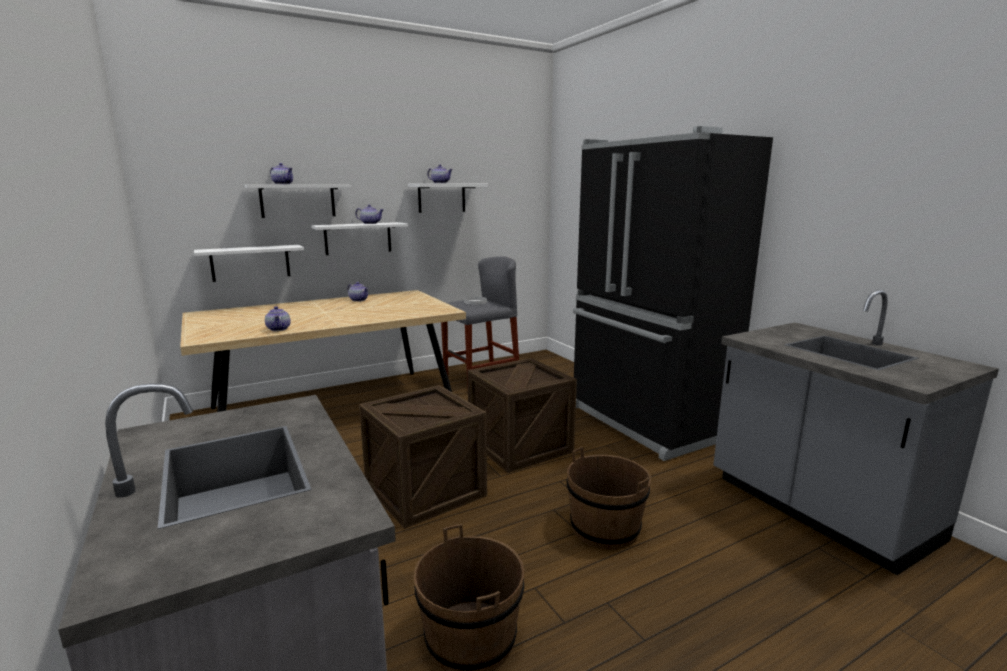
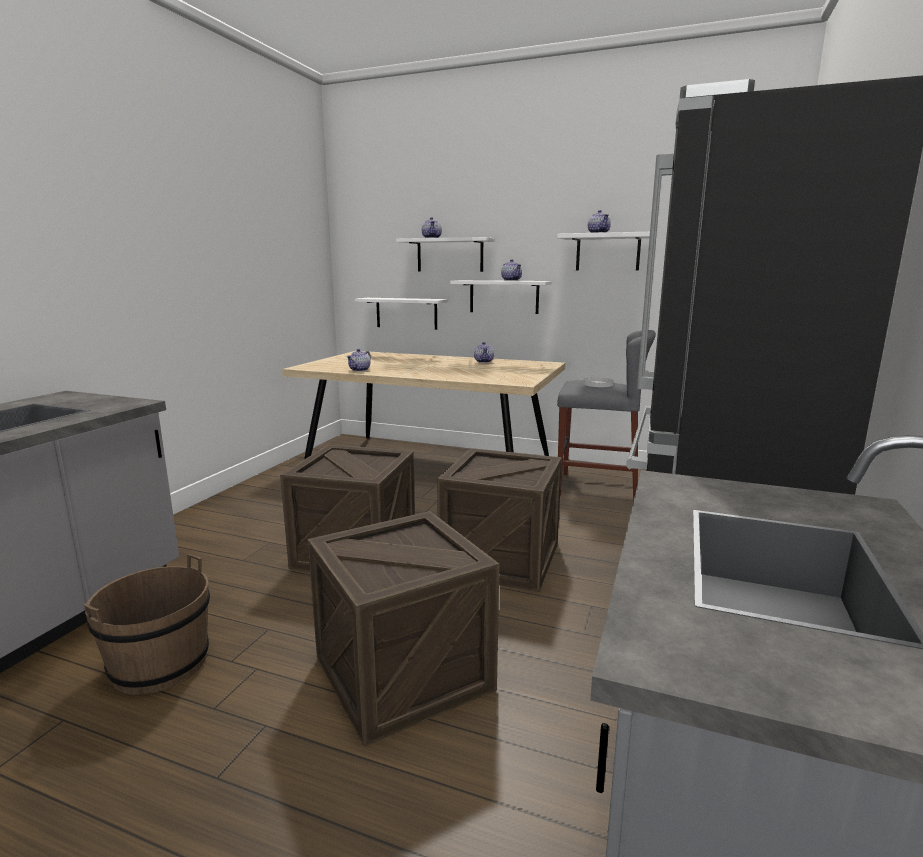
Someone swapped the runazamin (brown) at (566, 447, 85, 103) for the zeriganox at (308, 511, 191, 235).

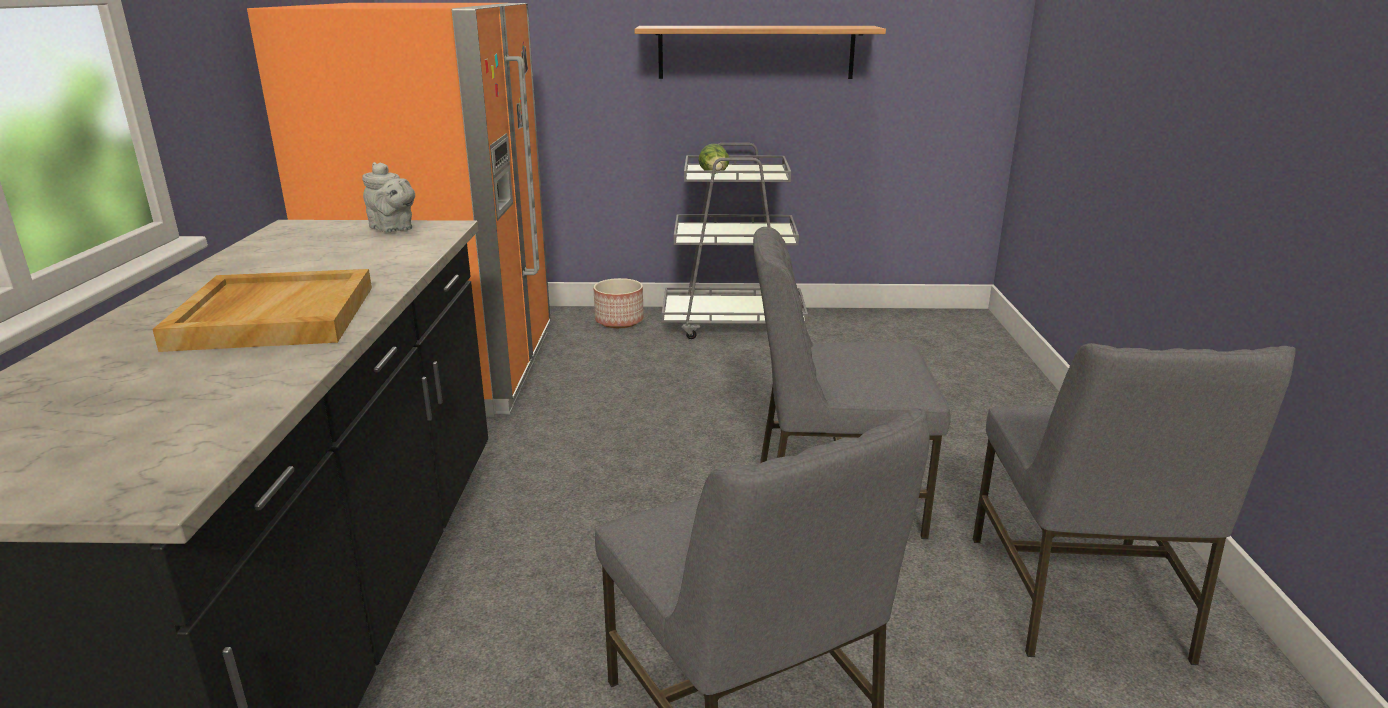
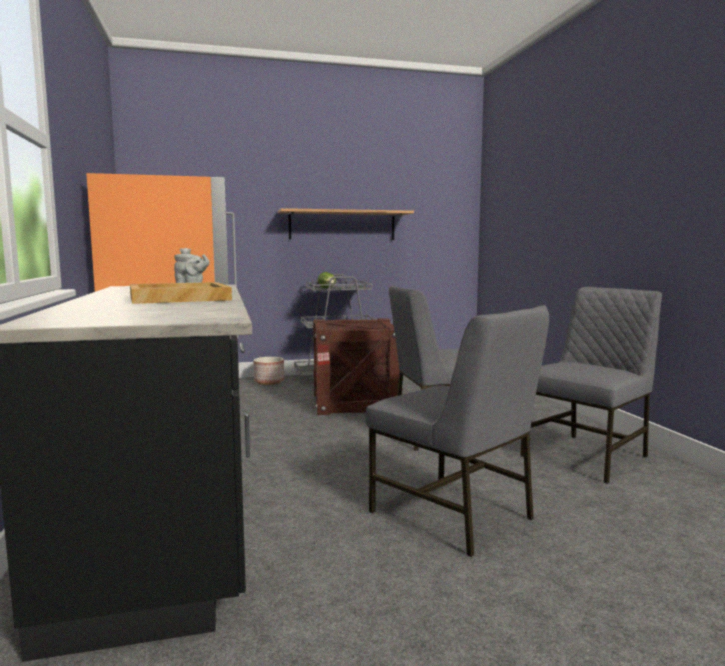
Someone put down the zeriganox at (312, 318, 90, 97).
Someone rotated the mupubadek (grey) at (973, 343, 323, 322) by 120 degrees counterclockwise.

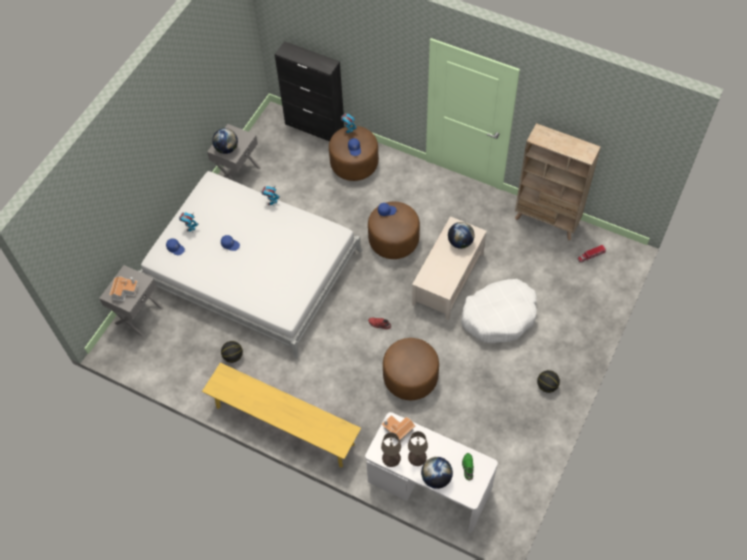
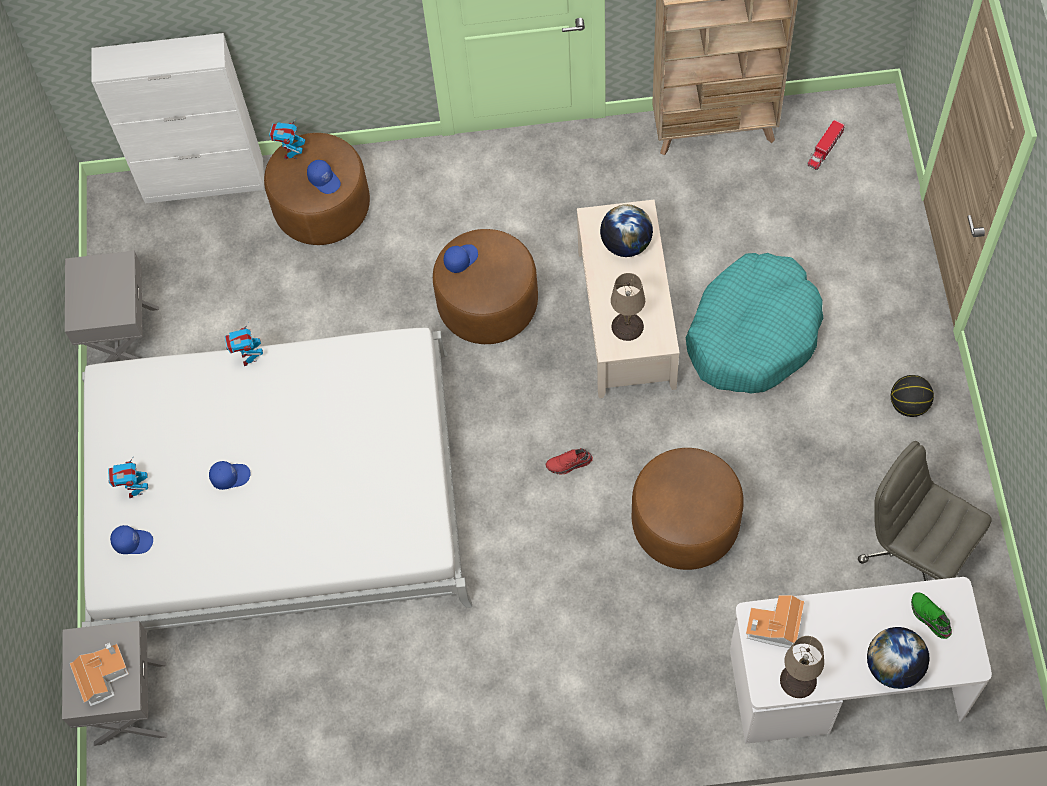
Someone repainted the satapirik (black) at (275, 41, 70, 101), which became the satapirik (white) at (92, 33, 173, 171).
Someone carried the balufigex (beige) from (408, 431, 20, 35) to (611, 273, 34, 68).
Someone repainted the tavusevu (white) at (461, 279, 76, 64), which became the tavusevu (turquoise) at (686, 253, 137, 140).
Someone put down the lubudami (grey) at (858, 441, 134, 140).
Someone took away the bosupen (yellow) at (202, 363, 159, 104).
Someone took away the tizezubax at (212, 128, 26, 26).
Someone took away the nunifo at (221, 341, 22, 22).

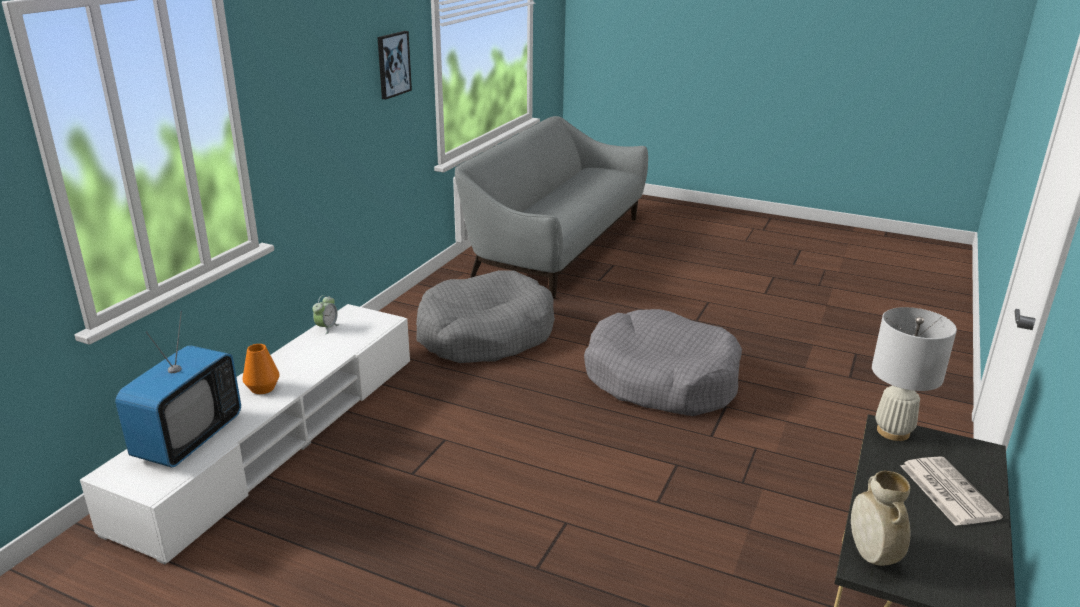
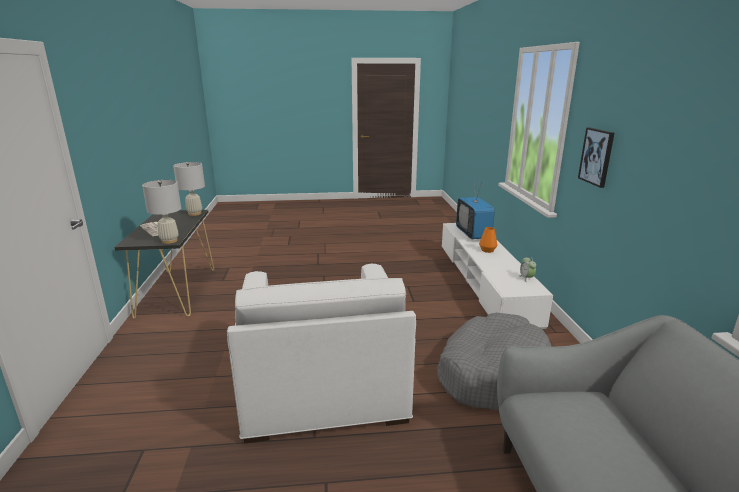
Someone swapped the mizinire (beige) at (851, 471, 59, 95) for the balufigex (white) at (173, 162, 32, 54).
Someone swapped the tavusevu (grey) at (584, 309, 158, 107) for the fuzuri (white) at (227, 264, 189, 180).
Someone carried the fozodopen from (377, 31, 35, 69) to (578, 128, 36, 60).

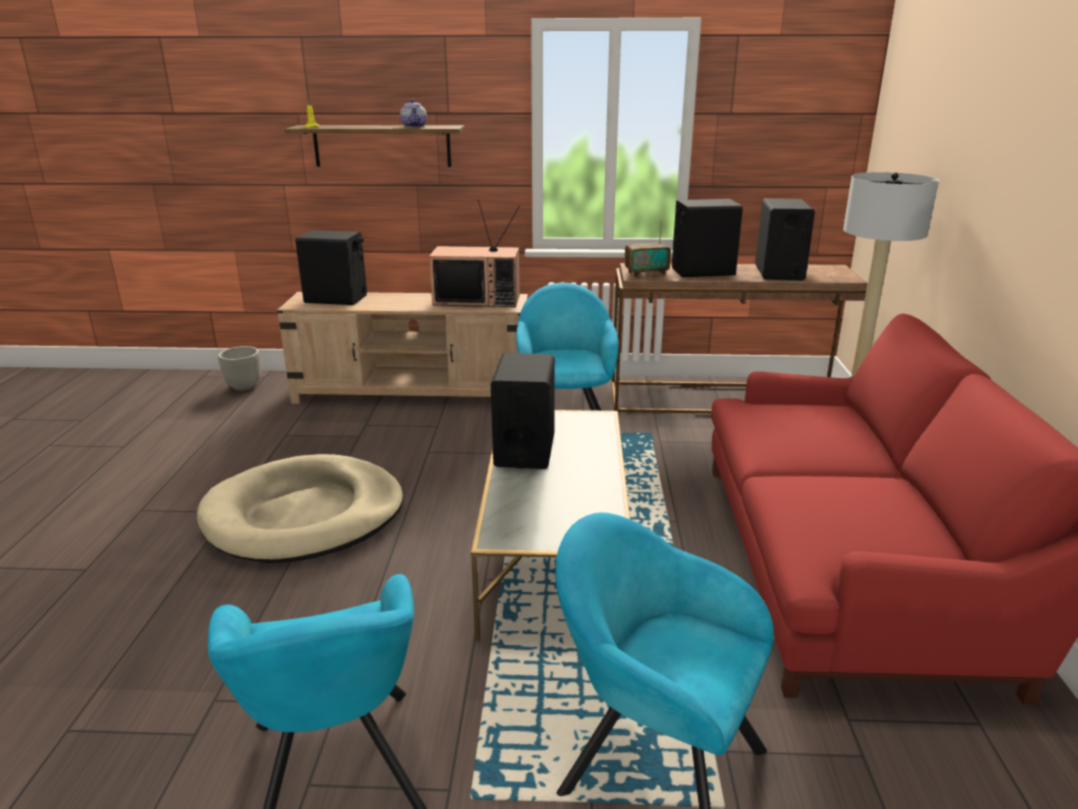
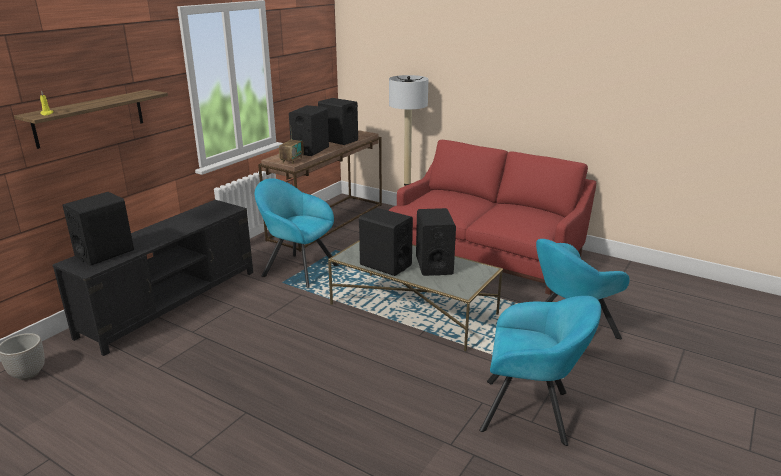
Someone repainted the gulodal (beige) at (277, 292, 251, 112), which became the gulodal (black) at (53, 200, 200, 156).
Someone put down the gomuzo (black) at (416, 208, 40, 68).
Someone took away the tavusevu (beige) at (197, 454, 206, 109).
Someone took away the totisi at (400, 99, 27, 28).
Someone took away the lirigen at (429, 200, 91, 107).

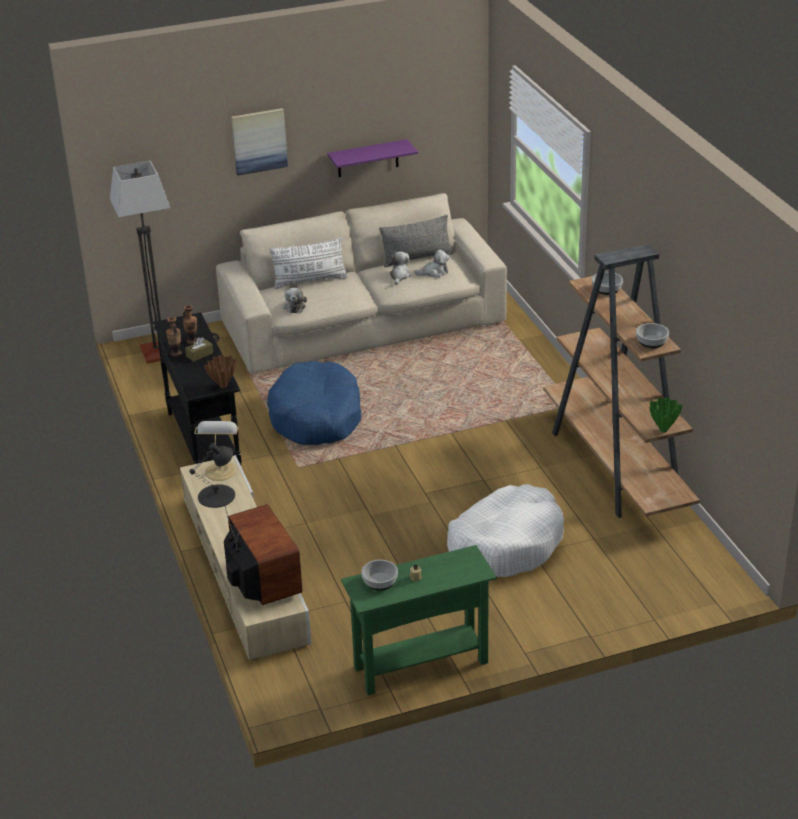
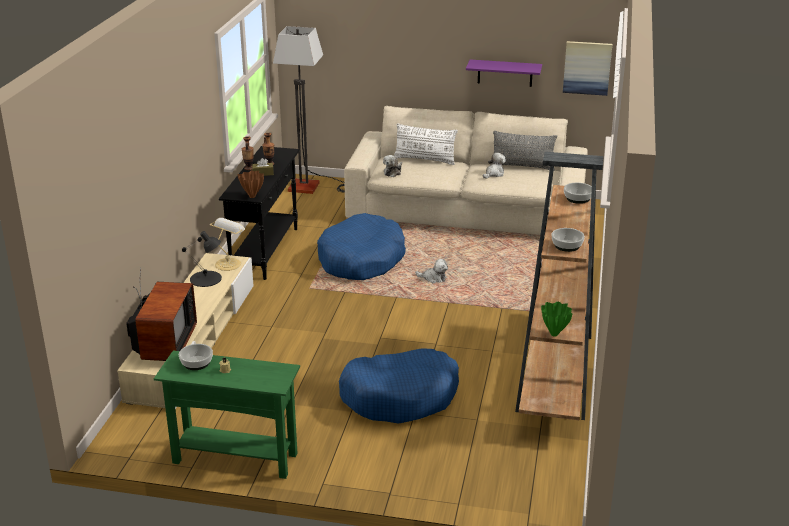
Someone repainted the tavusevu (white) at (447, 484, 117, 93), which became the tavusevu (blue) at (339, 348, 120, 76).
Someone carried the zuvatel from (415, 250, 35, 28) to (415, 259, 33, 24).
Someone carried the fozodopen from (231, 108, 57, 67) to (563, 41, 49, 55).

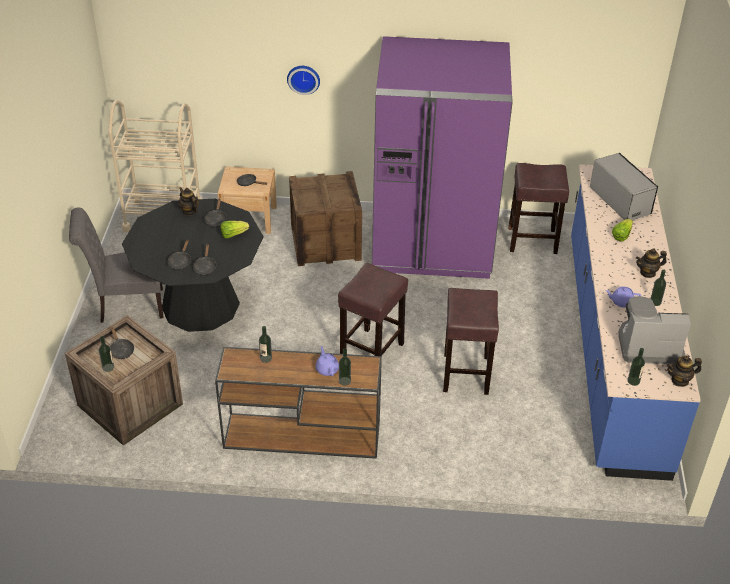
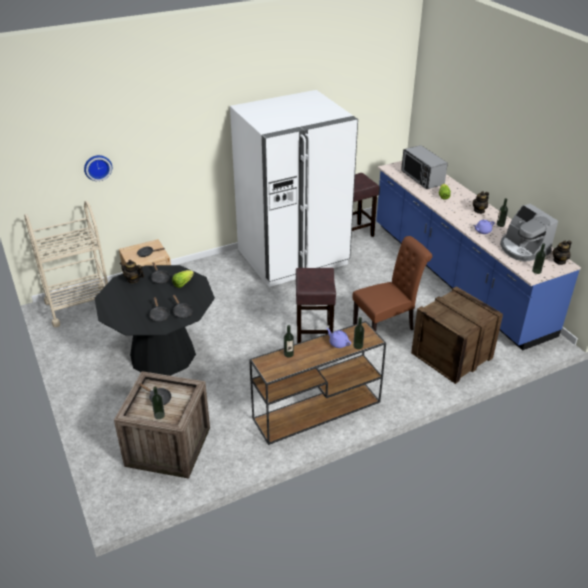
Someone carried the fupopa from (287, 66, 33, 29) to (84, 155, 28, 26).
Someone repainted the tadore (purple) at (372, 36, 141, 243), which became the tadore (white) at (230, 90, 128, 197).
Someone swapped the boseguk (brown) at (443, 288, 56, 107) for the mupubadek (brown) at (352, 236, 80, 95).
Someone rotated the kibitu at (590, 153, 68, 67) by 150 degrees counterclockwise.
Someone carried the zeriganox from (289, 171, 73, 95) to (411, 286, 92, 98).
Someone rotated the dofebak at (618, 296, 73, 68) by 90 degrees counterclockwise.
Someone took away the mupubadek (grey) at (69, 207, 94, 116).

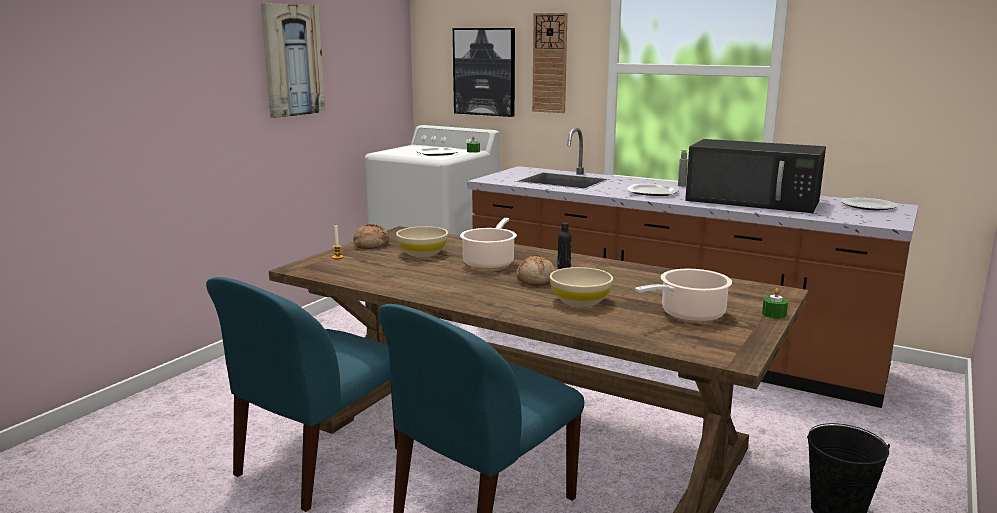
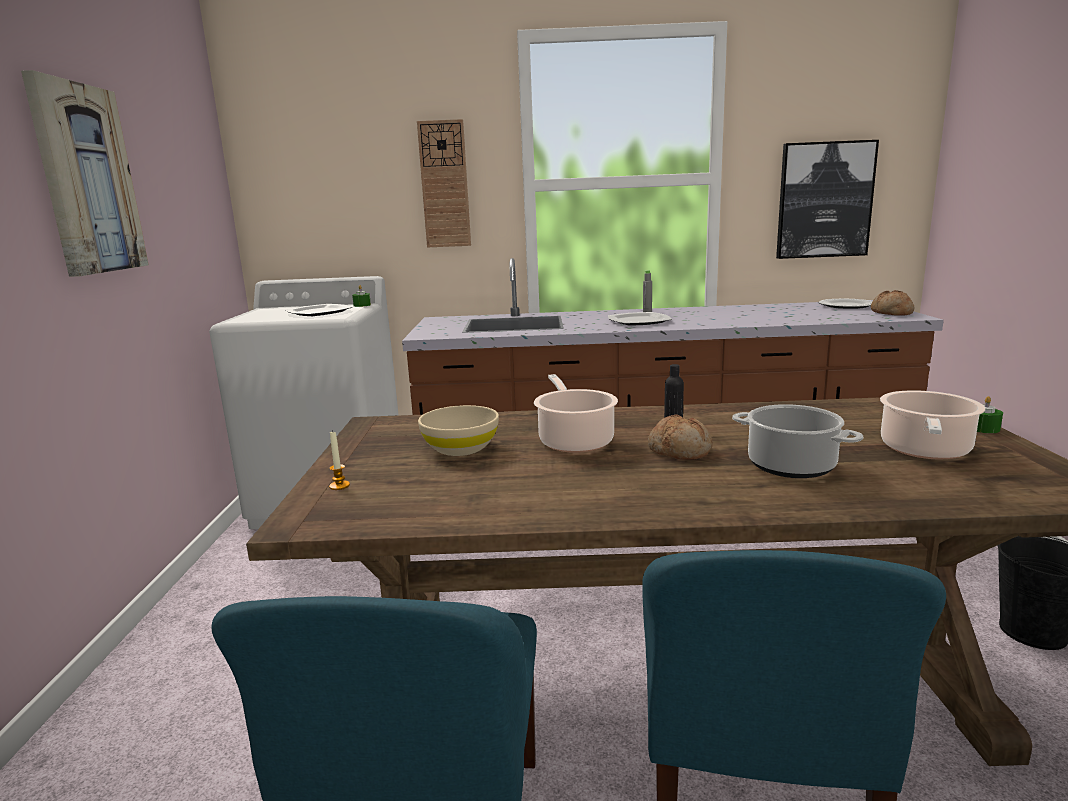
Someone swapped the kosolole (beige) at (550, 267, 63, 40) for the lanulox at (732, 404, 131, 74).
Someone carried the fozodopen from (453, 28, 62, 89) to (776, 140, 103, 119).
Someone carried the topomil from (353, 224, 36, 25) to (871, 290, 44, 26).
Someone took away the kibitu (black) at (685, 139, 141, 74).

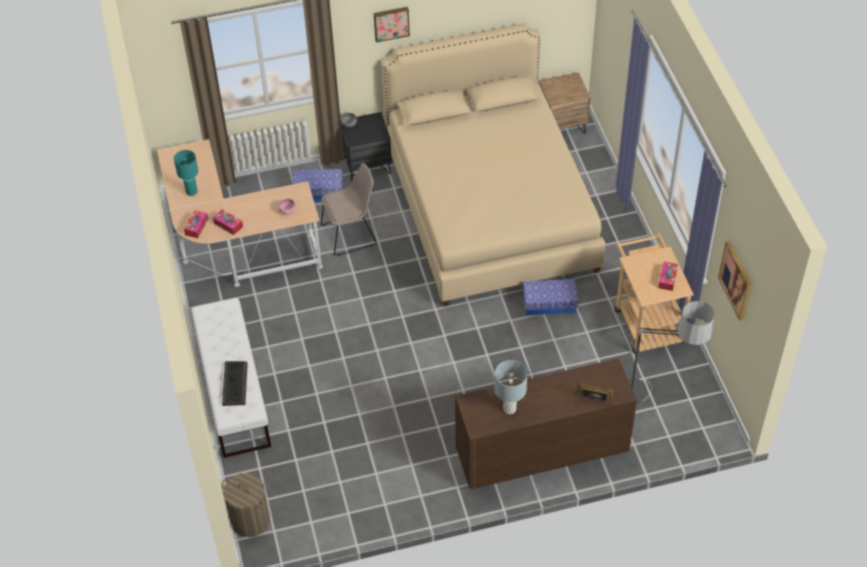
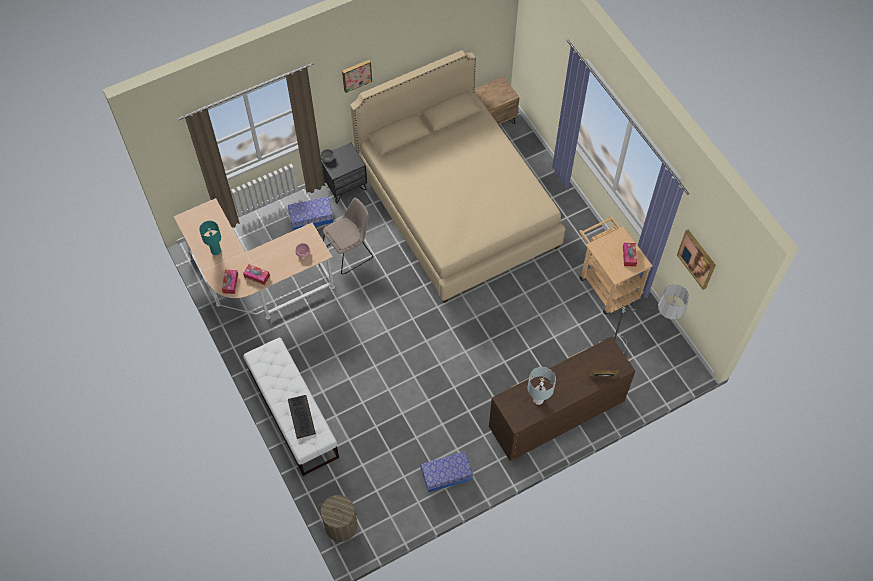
Someone carried the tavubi from (523, 279, 55, 36) to (420, 452, 53, 40).

